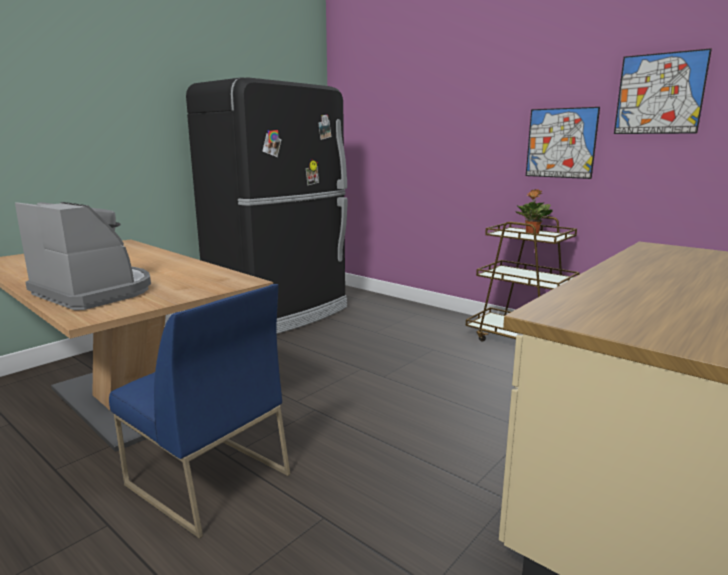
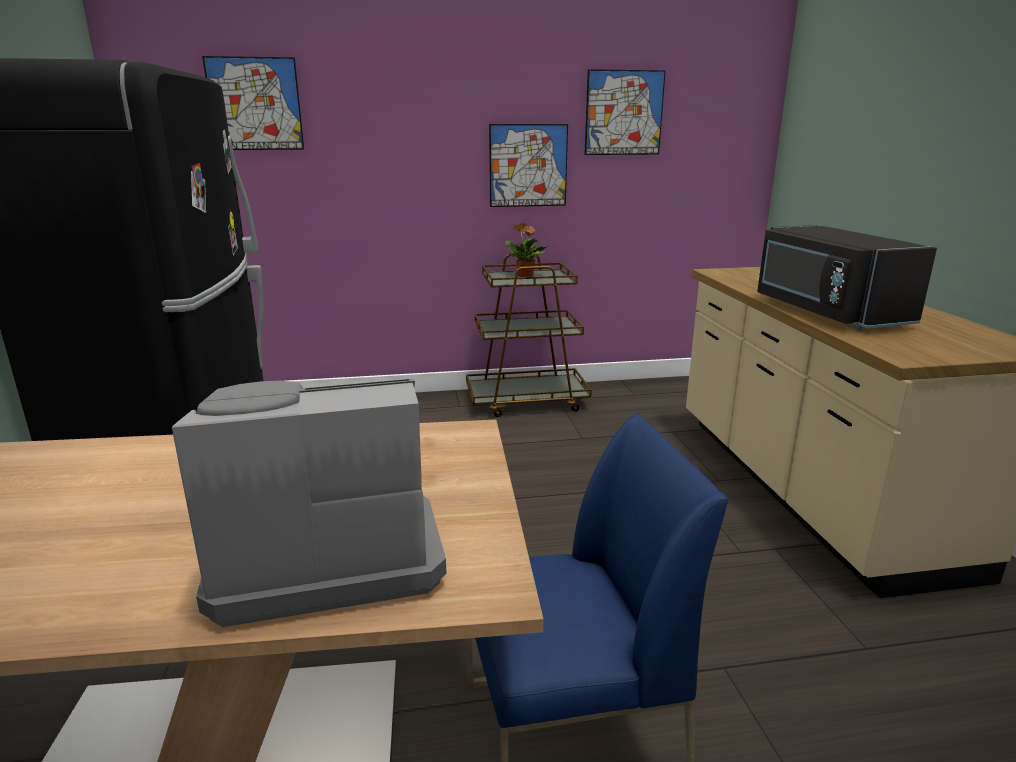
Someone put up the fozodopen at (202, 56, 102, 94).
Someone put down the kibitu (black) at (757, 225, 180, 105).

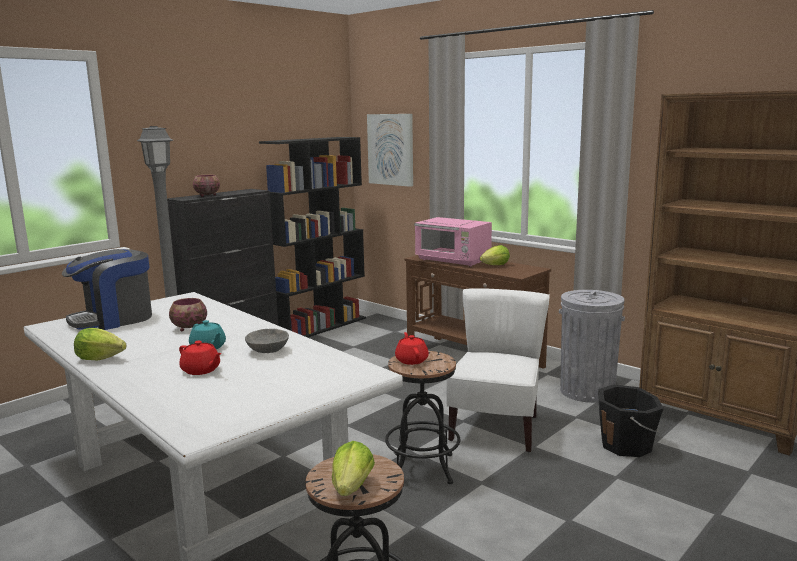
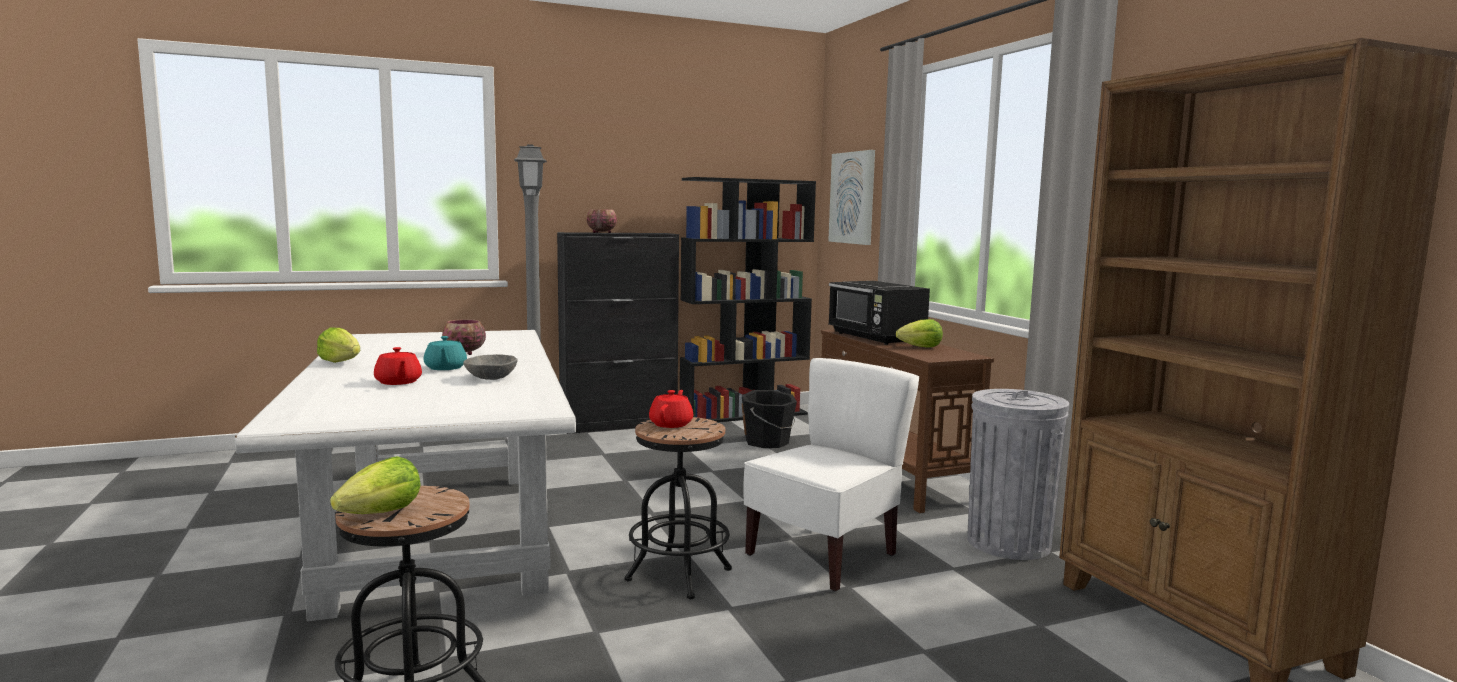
Someone carried the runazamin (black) from (598, 384, 66, 73) to (742, 390, 55, 58).
Someone repainted the kibitu (pink) at (414, 217, 78, 50), which became the kibitu (black) at (829, 281, 101, 64).
Someone took away the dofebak at (62, 249, 90, 81).

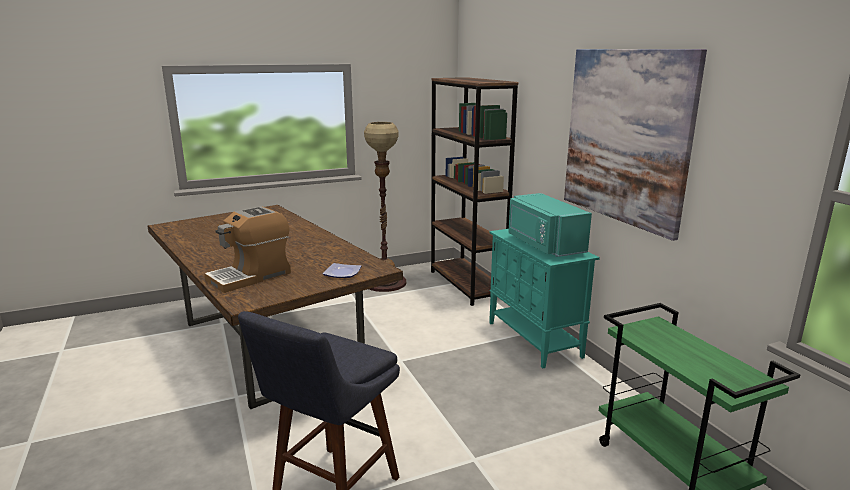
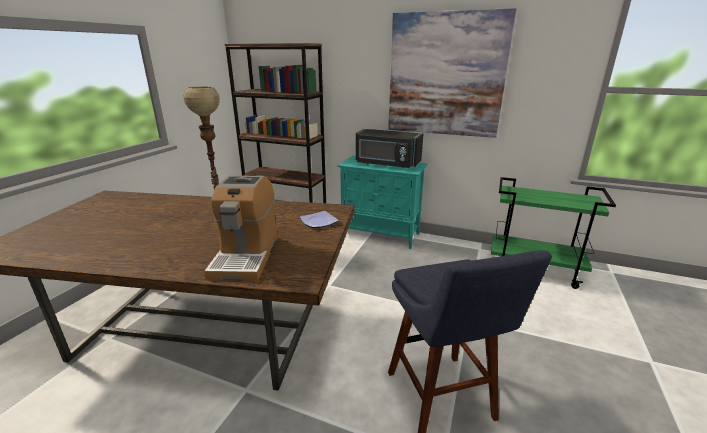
Someone repainted the kibitu (turquoise) at (508, 193, 84, 64), which became the kibitu (black) at (356, 129, 67, 40).

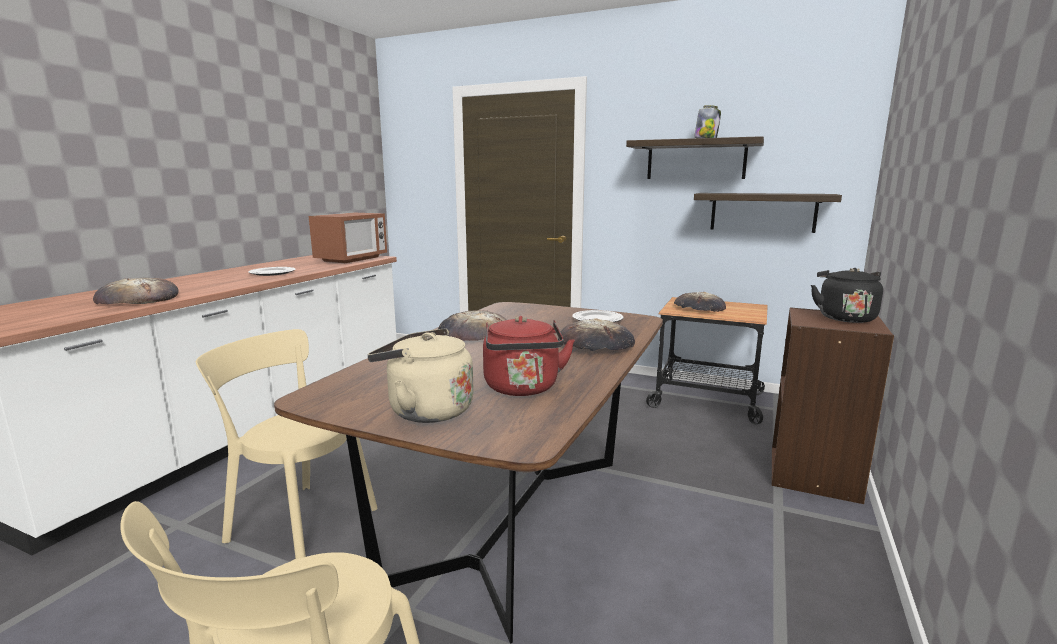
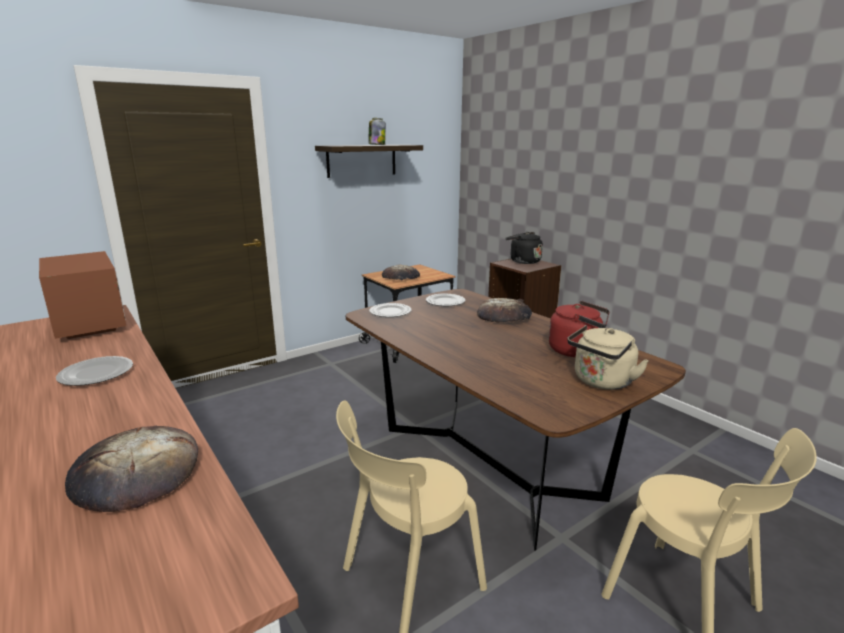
Someone put down the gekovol at (369, 303, 42, 14).
Someone took away the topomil at (438, 310, 69, 31).
Someone took away the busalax at (694, 193, 148, 40).

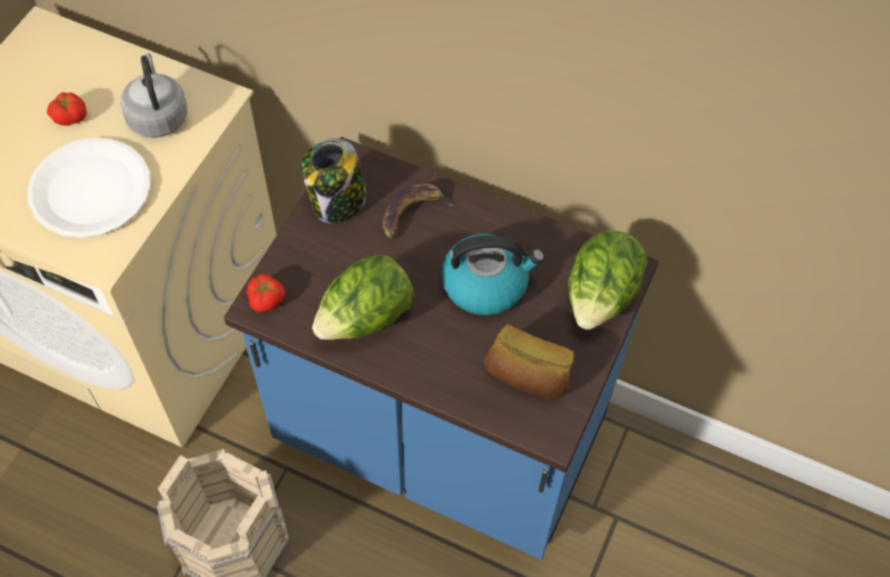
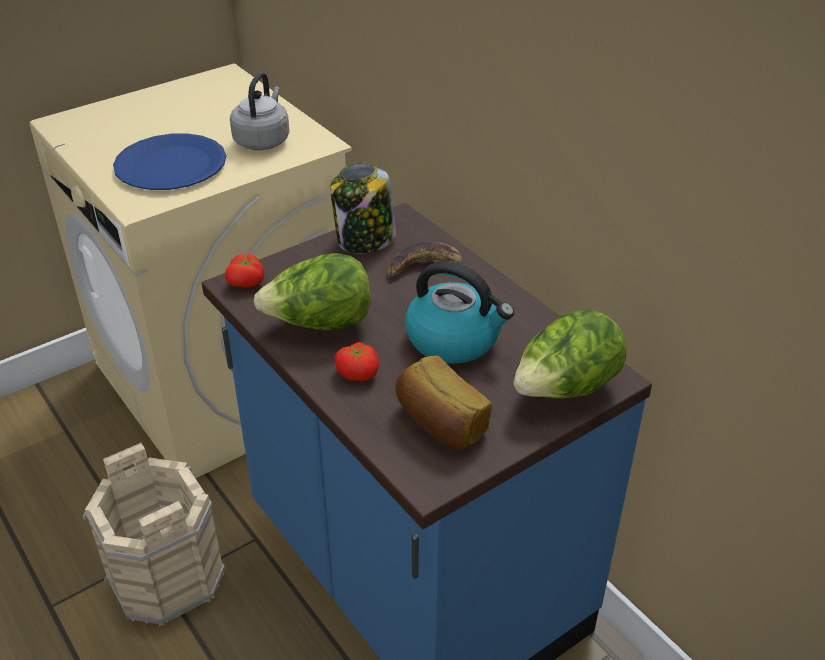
Someone repainted the gekovol (white) at (27, 138, 124, 100), which became the gekovol (blue) at (113, 133, 113, 57).
Someone carried the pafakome from (47, 92, 40, 34) to (334, 342, 45, 39).

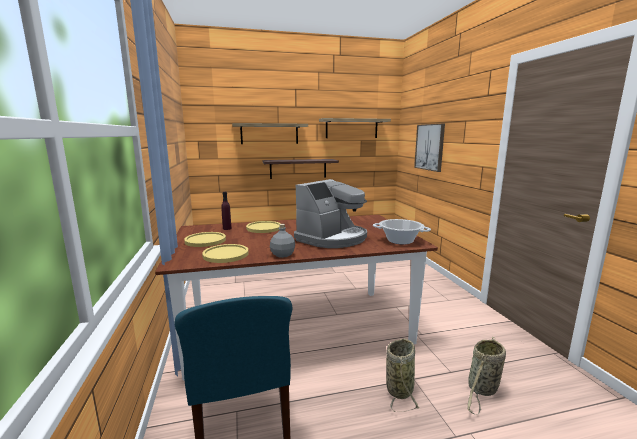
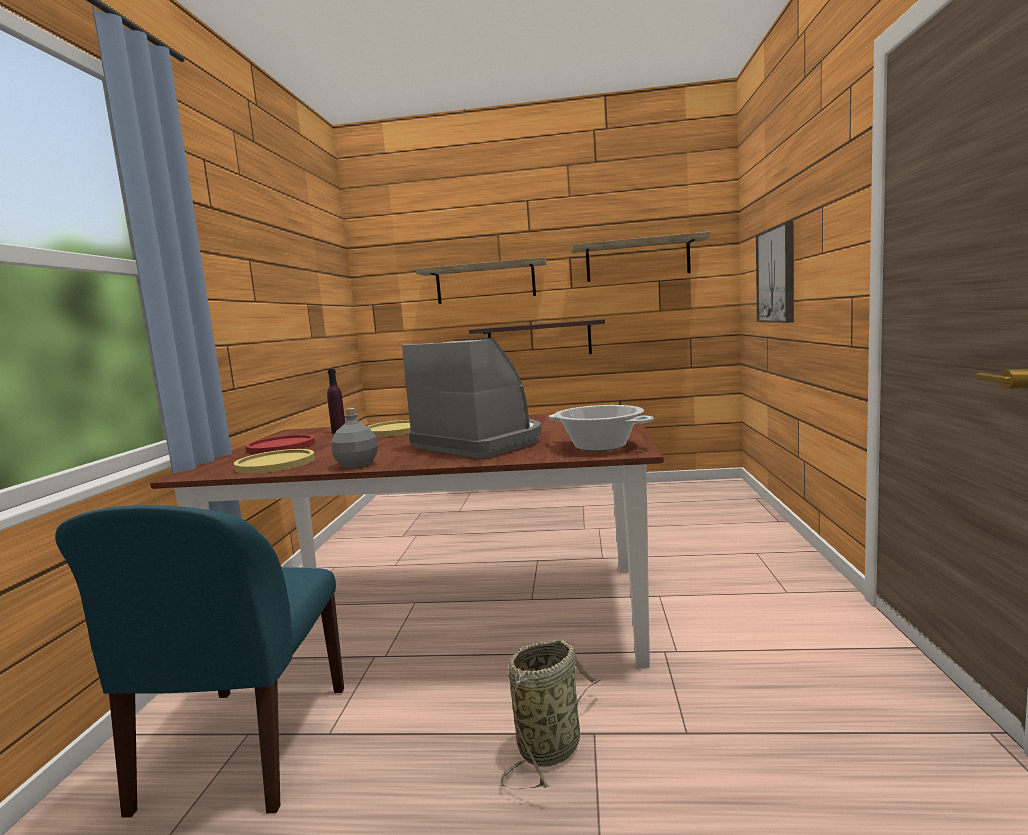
Someone repainted the gekovol (yellow) at (184, 232, 42, 15), which became the gekovol (red) at (245, 434, 70, 20).
Someone rotated the dofebak at (294, 179, 73, 69) by 105 degrees counterclockwise.
Someone took away the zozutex at (467, 337, 39, 78).

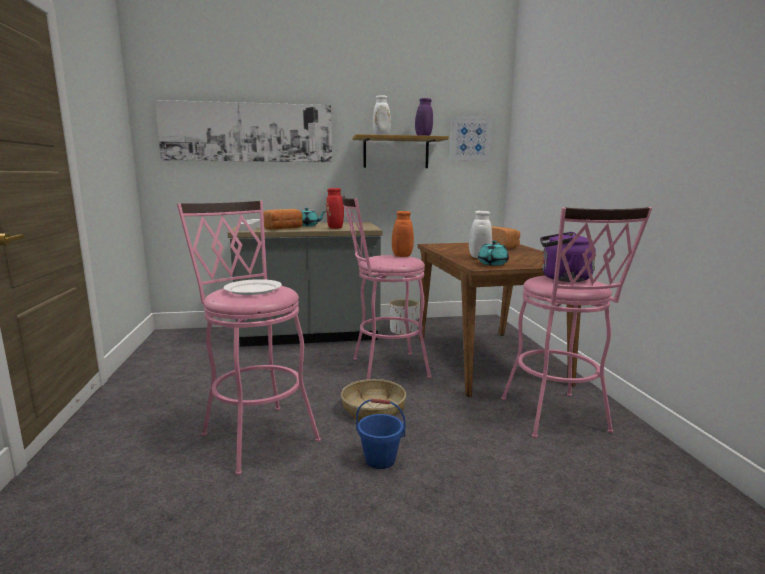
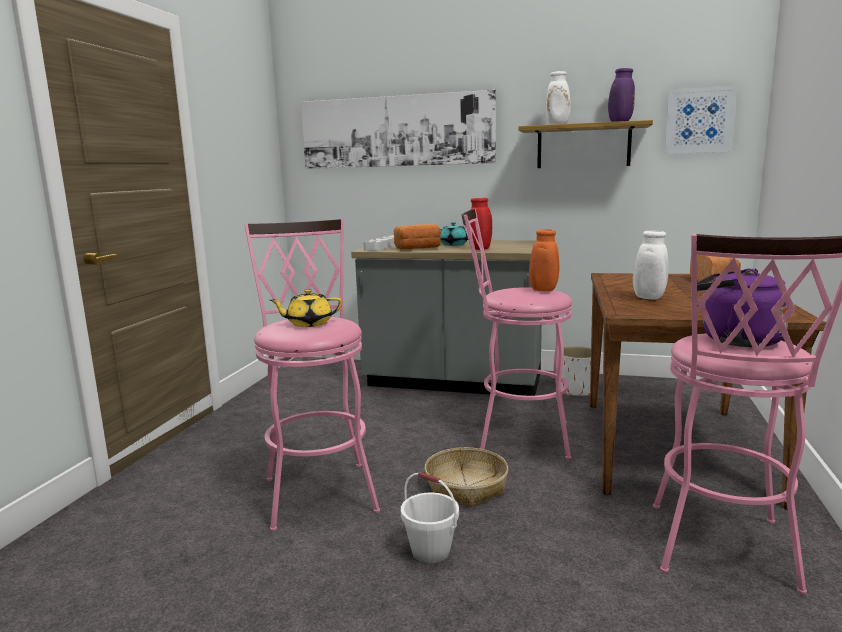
Someone swapped the gekovol (white) at (223, 279, 59, 16) for the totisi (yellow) at (270, 289, 72, 38).
Someone repainted the runazamin (blue) at (356, 399, 49, 70), which became the runazamin (white) at (401, 472, 58, 91).
Someone took away the totisi (turquoise) at (478, 240, 31, 25).

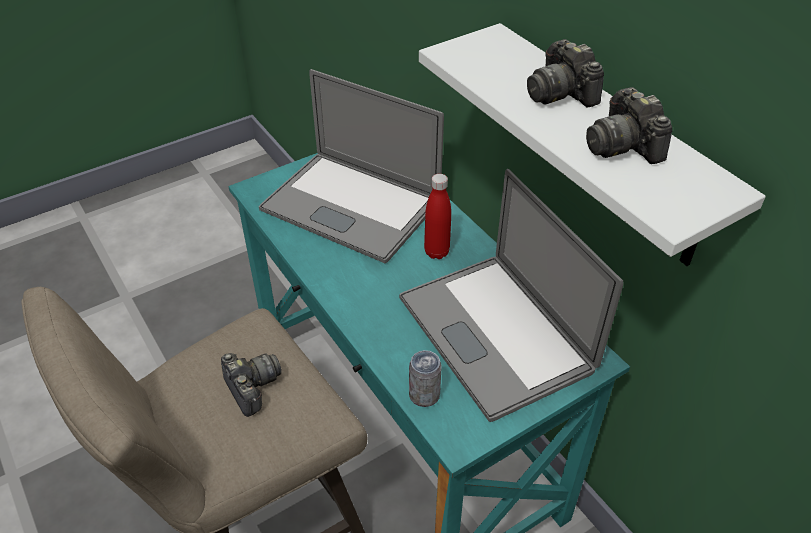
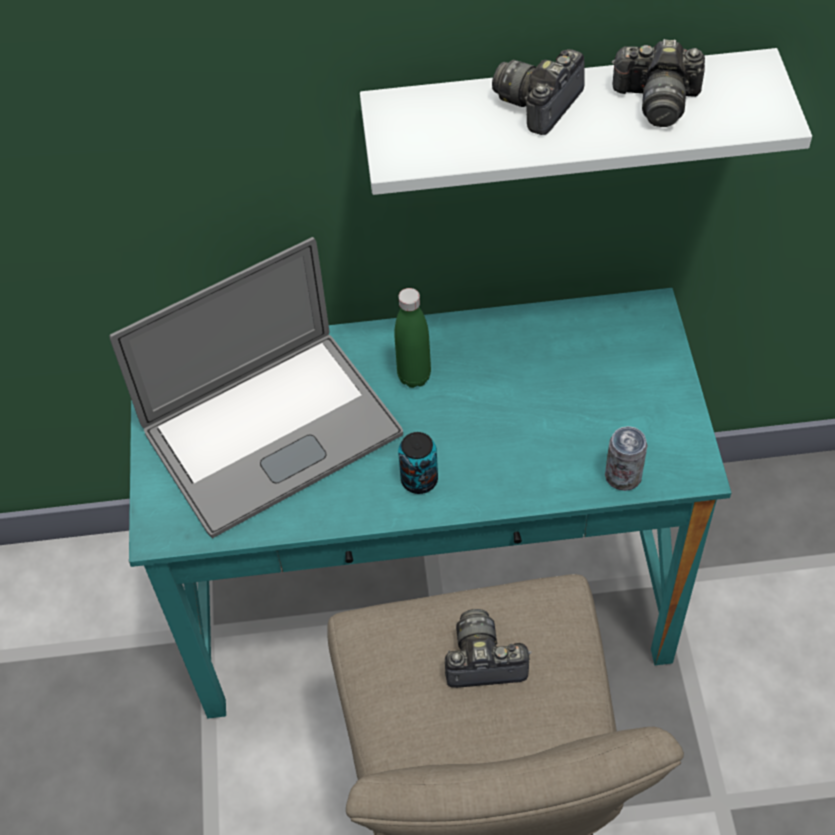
Someone repainted the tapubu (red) at (424, 174, 27, 85), which became the tapubu (green) at (394, 288, 37, 100).
Someone put down the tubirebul at (398, 432, 40, 62).
Someone rotated the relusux at (527, 39, 77, 69) by 120 degrees clockwise.
Someone took away the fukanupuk at (399, 169, 224, 253).

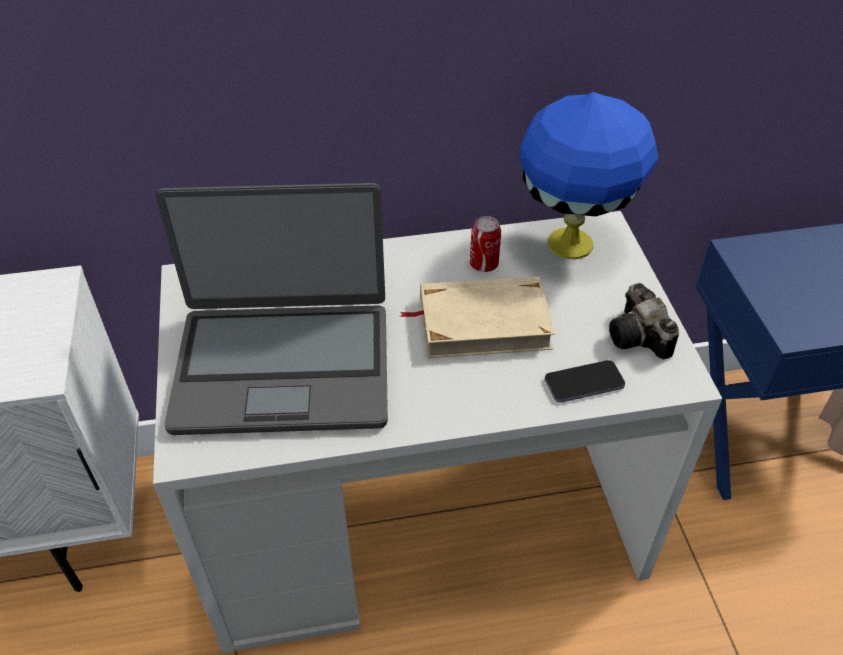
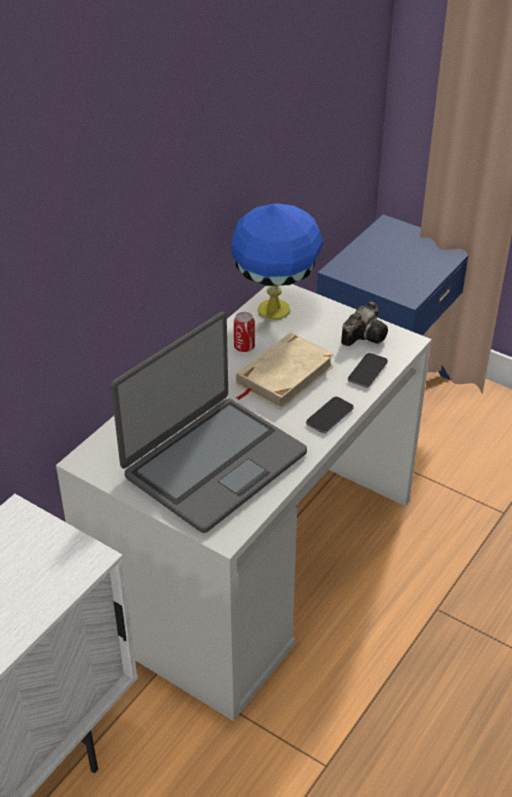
Someone put down the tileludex at (306, 397, 48, 36).
Someone rotated the relusux at (609, 283, 70, 77) by 75 degrees counterclockwise.

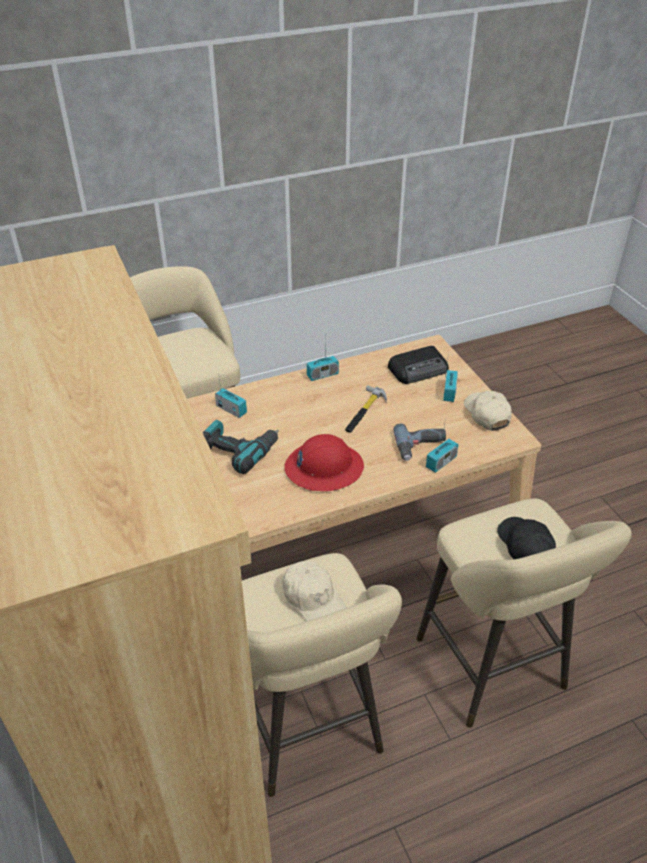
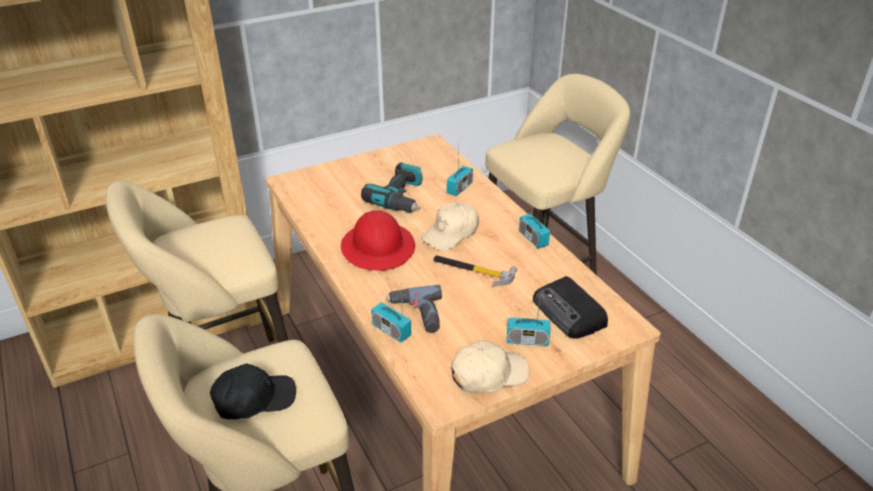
Someone carried the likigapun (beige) from (283, 561, 64, 60) to (421, 202, 58, 49).

